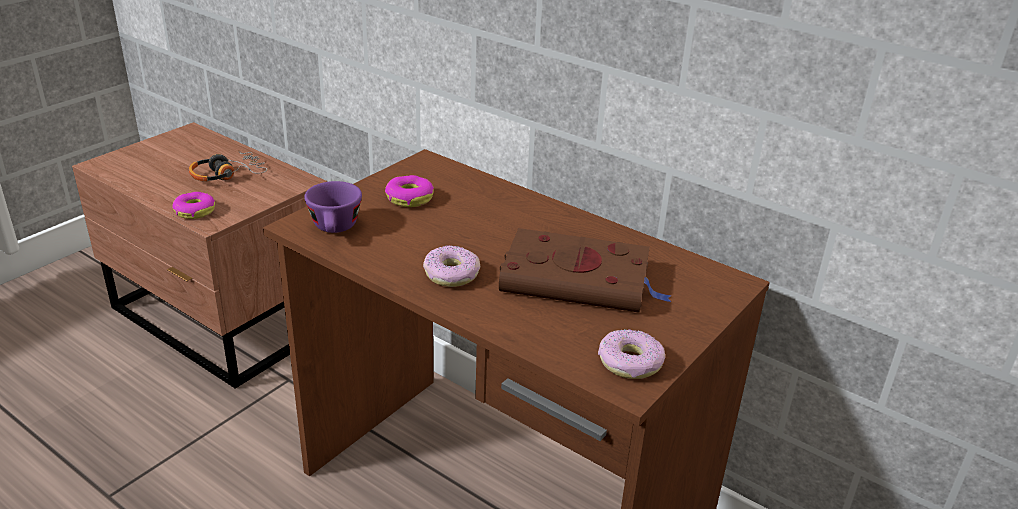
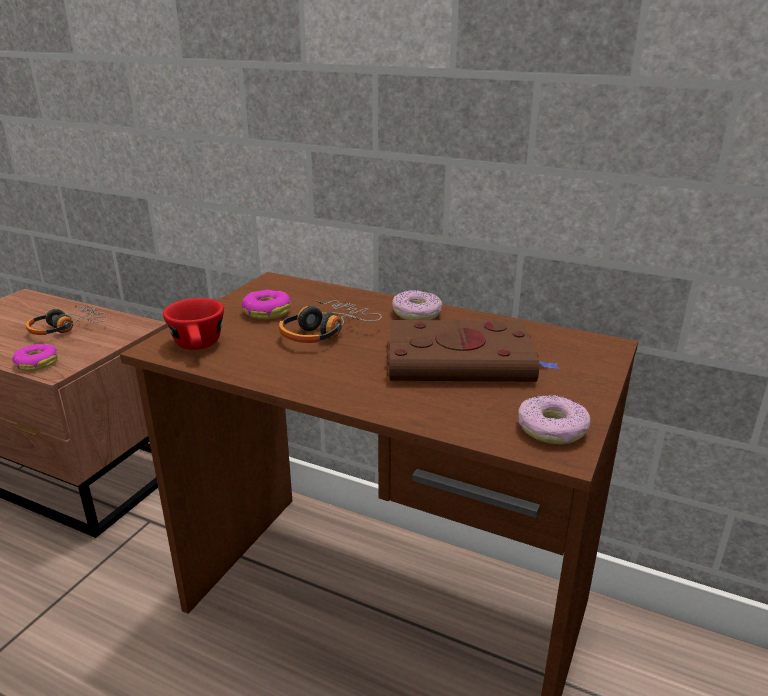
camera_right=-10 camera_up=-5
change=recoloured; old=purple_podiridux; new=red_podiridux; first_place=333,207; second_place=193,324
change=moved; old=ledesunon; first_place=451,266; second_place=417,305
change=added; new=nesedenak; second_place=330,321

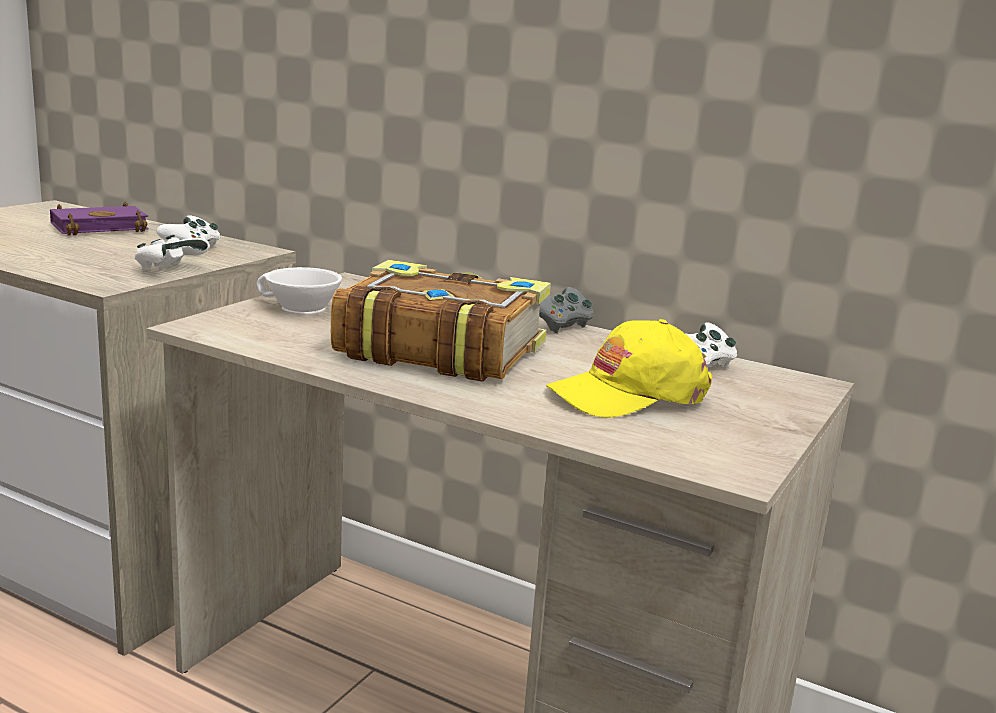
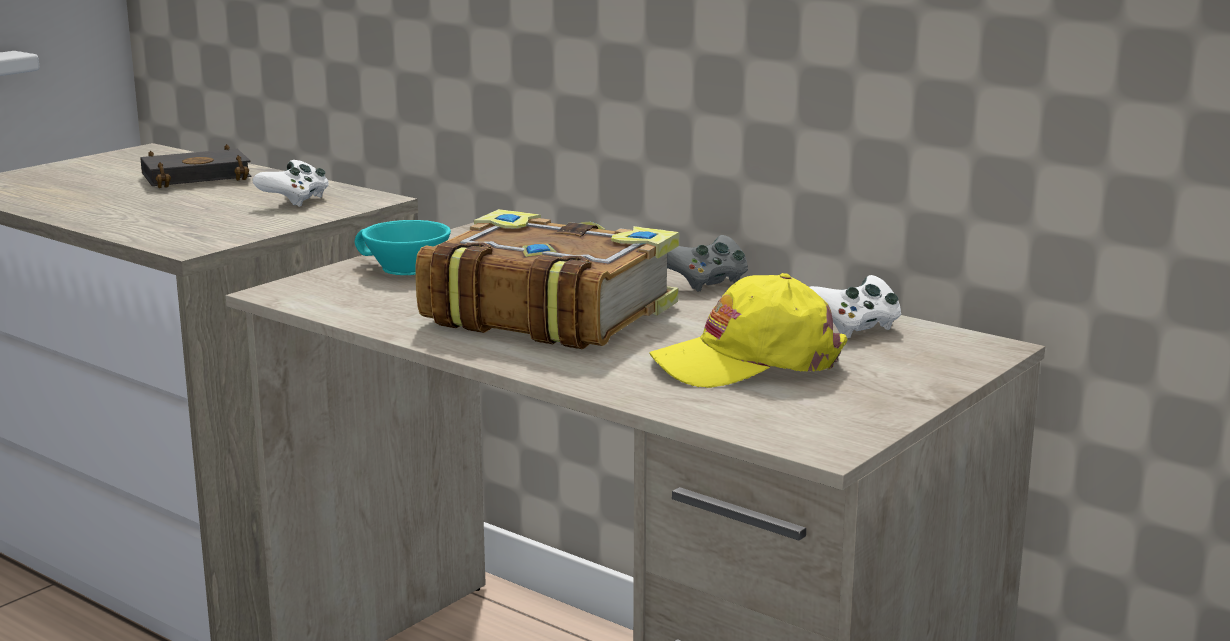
camera_right=10 camera_up=0
change=recoloured; old=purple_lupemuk; new=black_lupemuk; first_place=99,219; second_place=196,166
change=removed; old=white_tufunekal; first_place=172,252
change=recoloured; old=white_podiridux; new=turquoise_podiridux; first_place=299,290; second_place=403,247

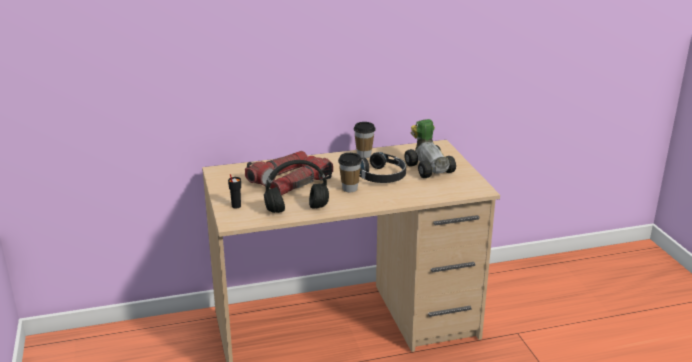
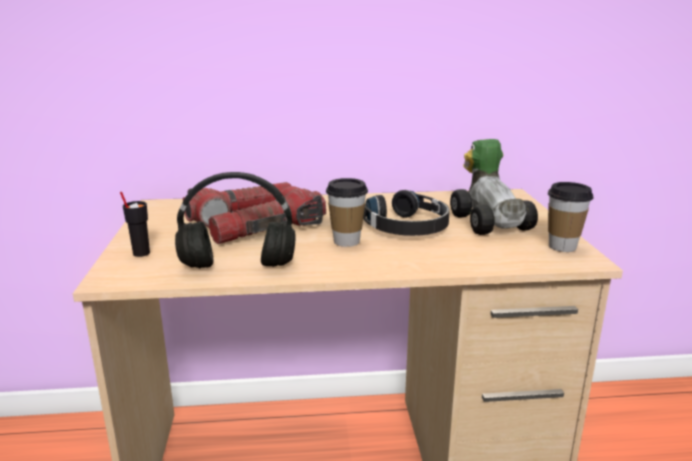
camera_right=10 camera_up=-5
change=moved; old=podiridux; first_place=365,140; second_place=570,217

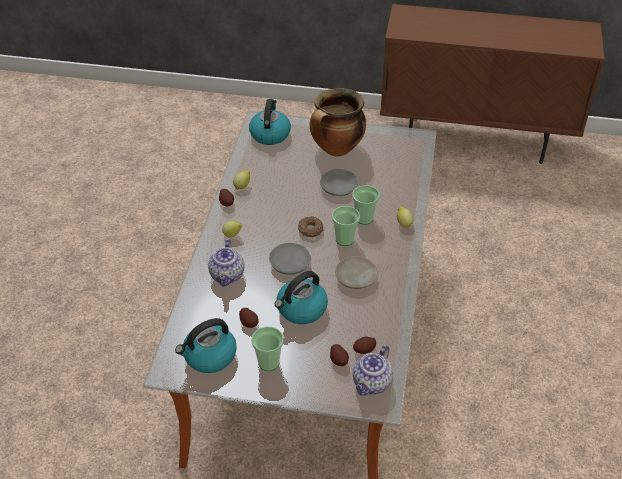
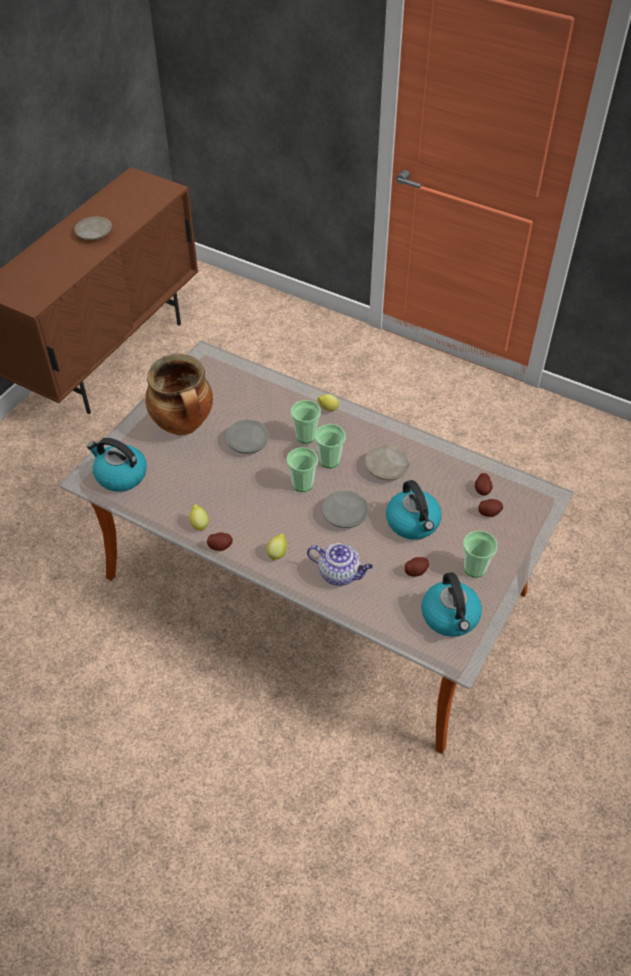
camera_right=-70 camera_up=5
change=replaced; old=ledesunon; new=podiridux; first_place=310,226; second_place=302,469
change=removed; old=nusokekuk; first_place=373,370
change=added; new=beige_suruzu; second_place=93,228

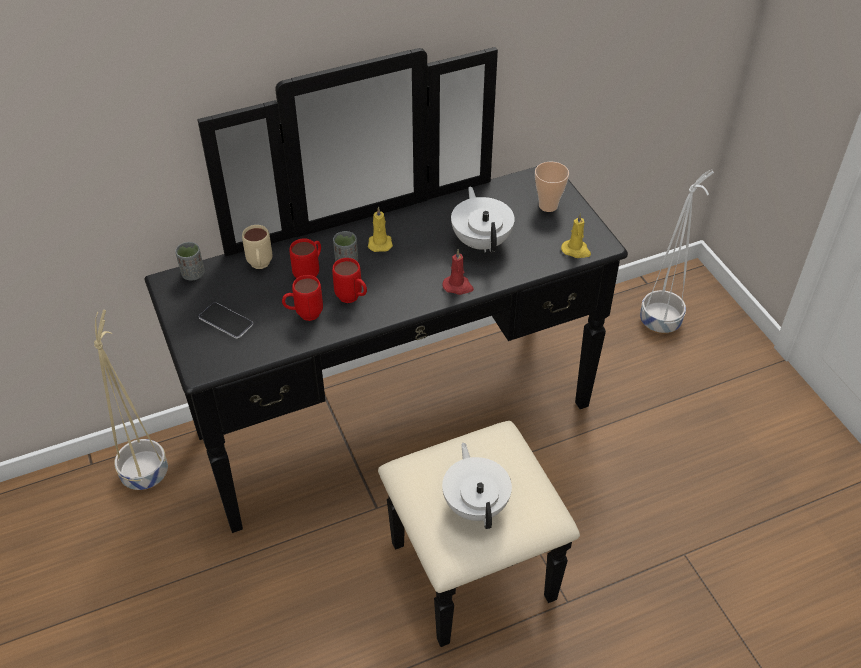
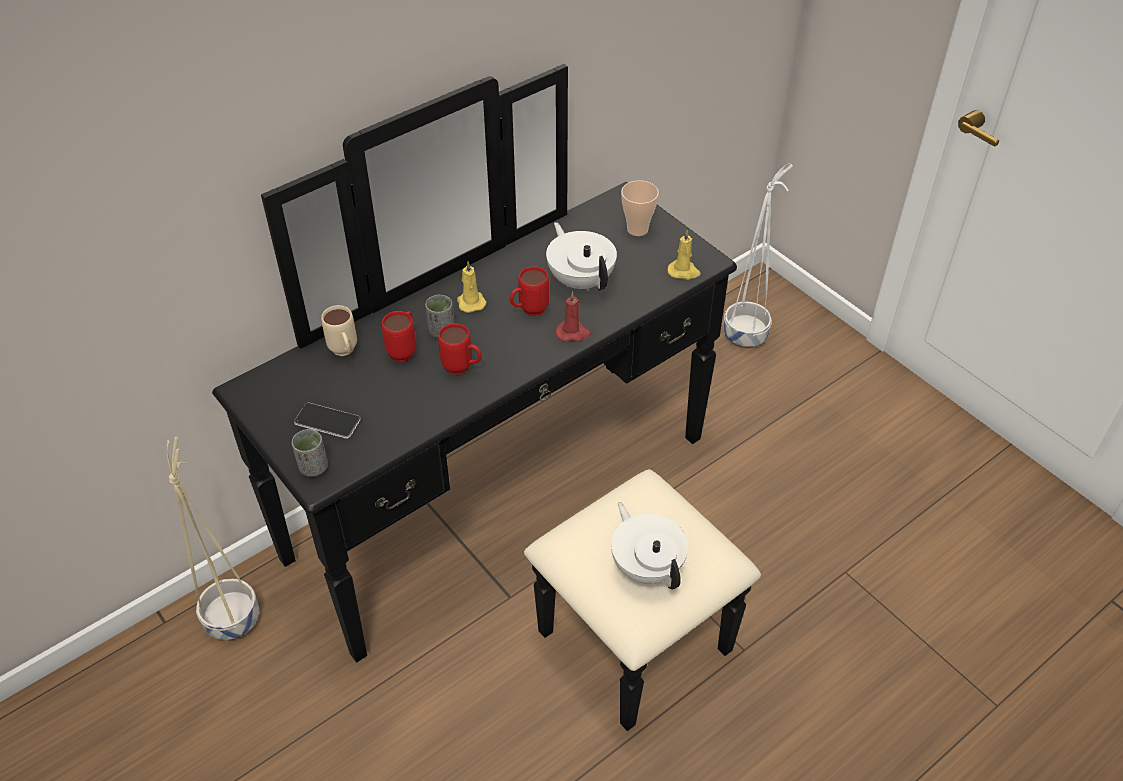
camera_right=-15 camera_up=0
change=moved; old=grey_podiridux; first_place=190,261; second_place=310,453
change=moved; old=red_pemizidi; first_place=302,298; second_place=529,291

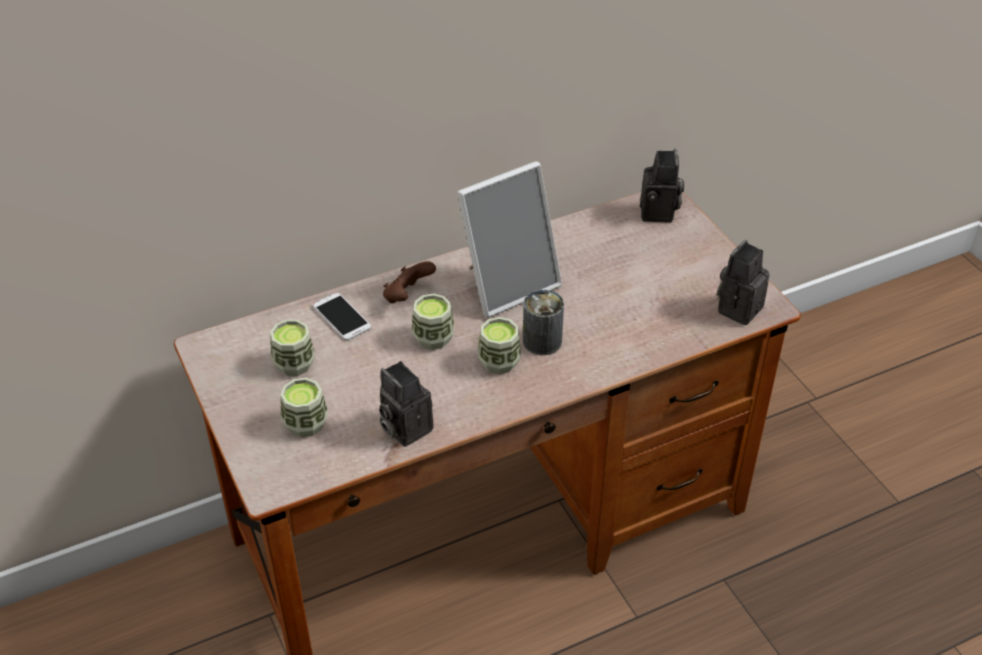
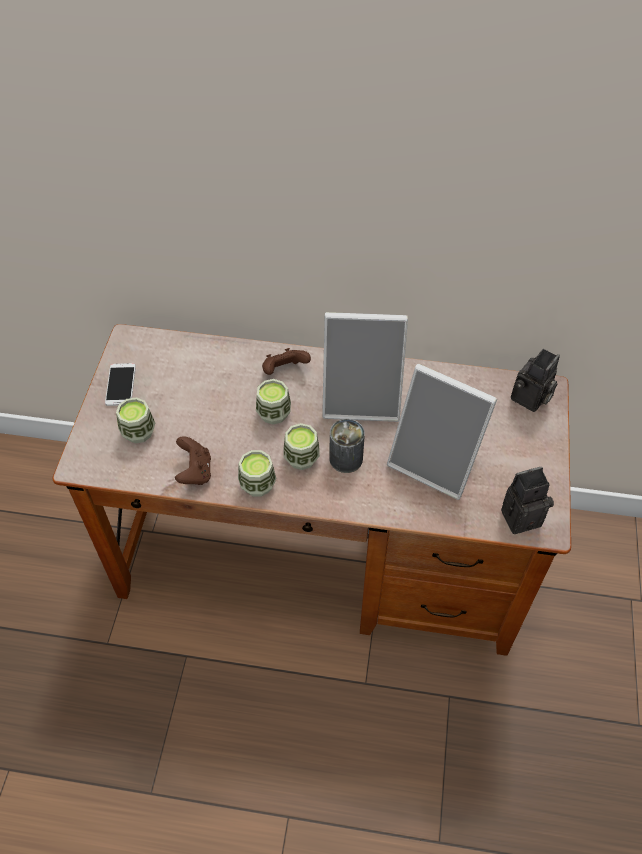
camera_right=35 camera_up=10
change=moved; old=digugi; first_place=342,317; second_place=120,384
change=moved; old=podiridux; first_place=293,347; second_place=257,473
change=replaced; old=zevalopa; new=brown_tufunekal; first_place=406,404; second_place=193,460
change=added; new=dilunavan; second_place=442,432

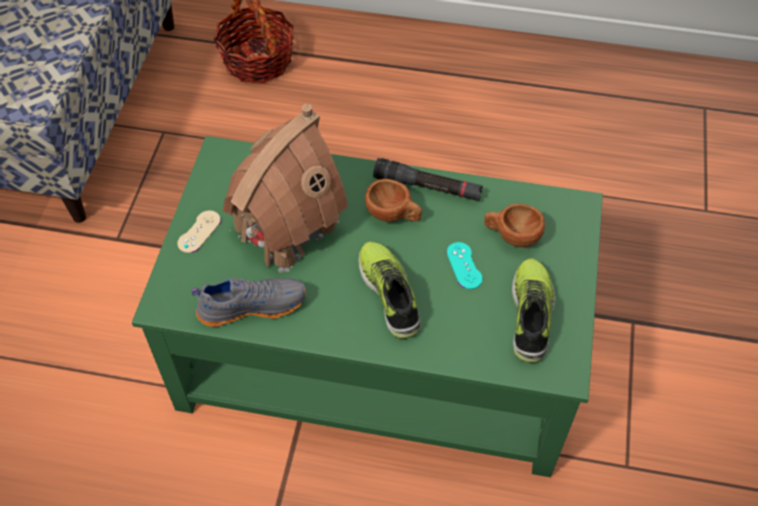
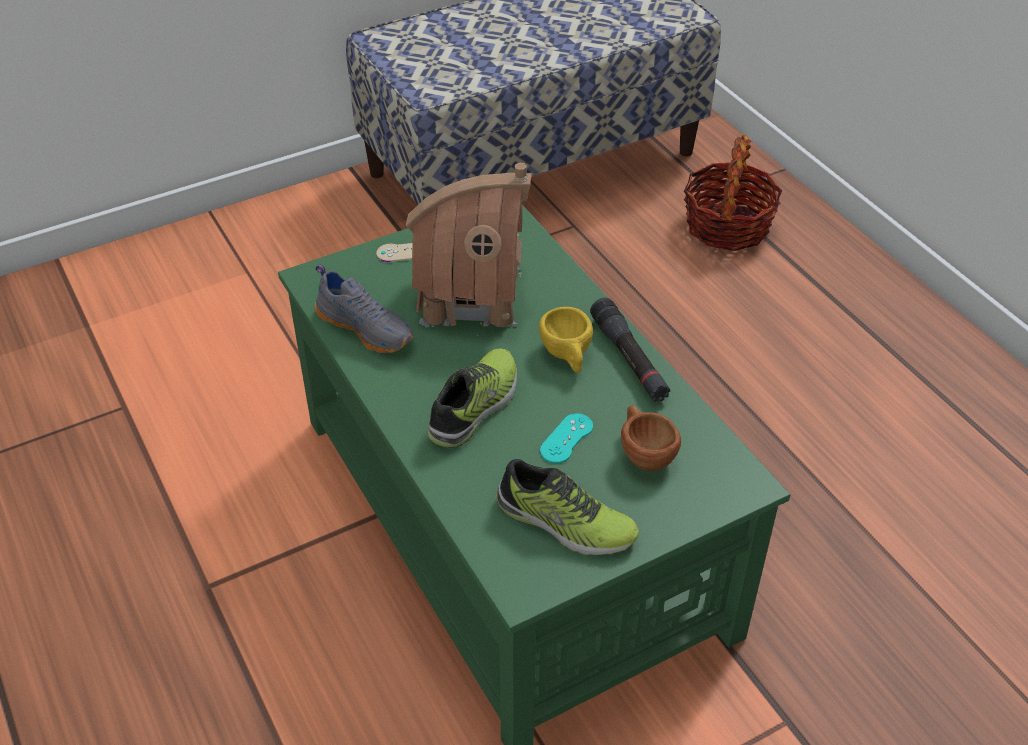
camera_right=50 camera_up=-10
change=recoloured; old=brown_podiridux; new=yellow_podiridux; first_place=393,200; second_place=566,340
change=turned; old=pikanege; first_place=533,310; second_place=567,507; degrees=60

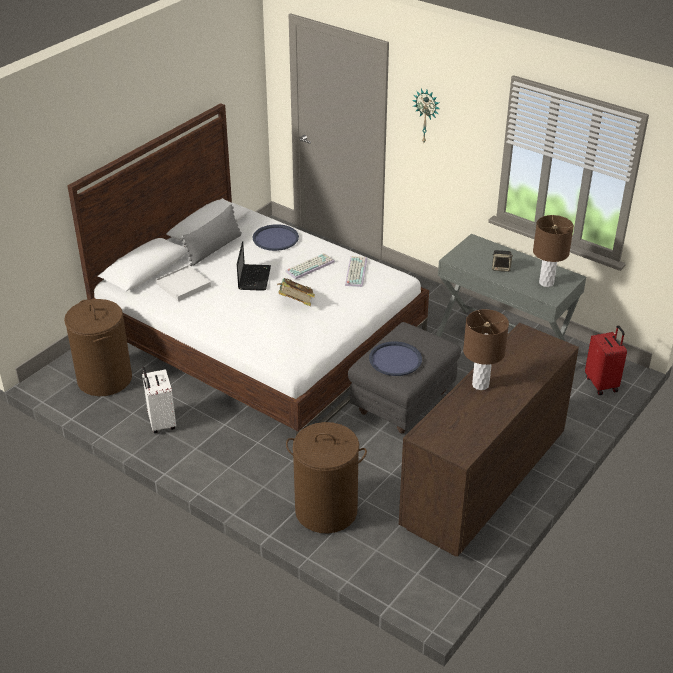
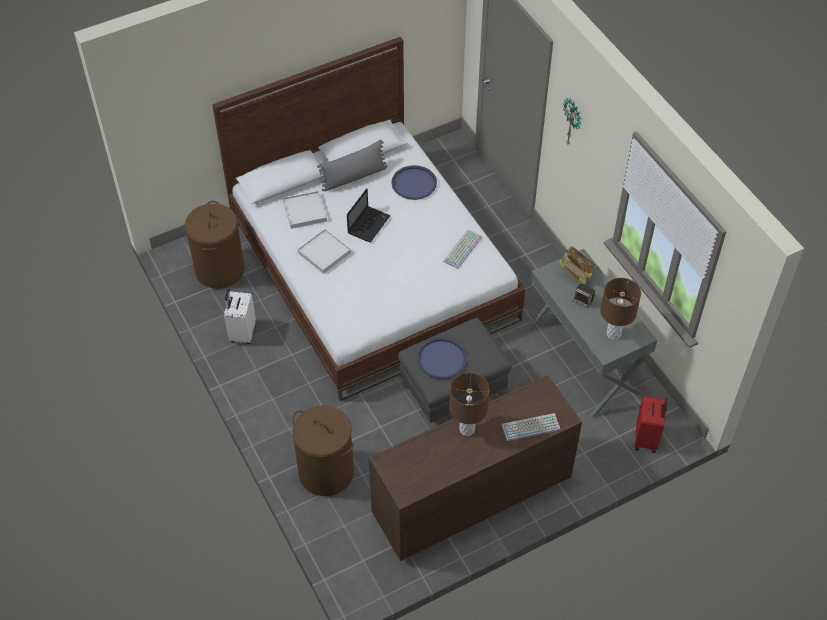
camera_right=25 camera_up=15
change=moved; old=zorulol; first_place=310,266; second_place=531,427
change=moved; old=lupemuk; first_place=296,292; second_place=576,265
change=added; new=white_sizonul; second_place=324,251

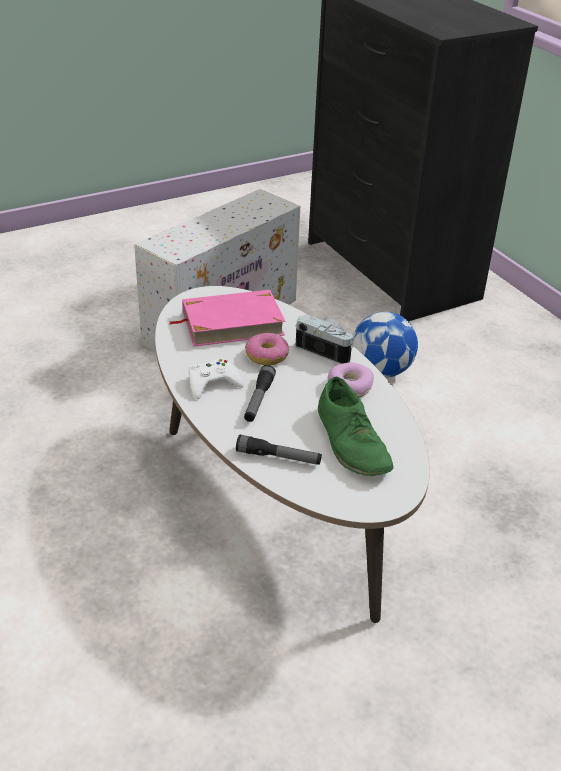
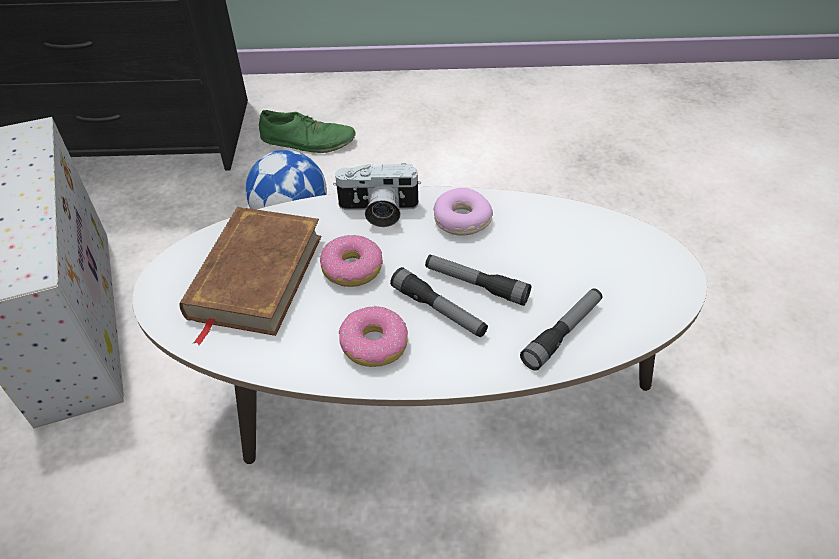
camera_right=-60 camera_up=10
change=recoloured; old=pink_lupemuk; new=brown_lupemuk; first_place=227,318; second_place=250,276
change=turned; old=zevalopa; first_place=324,339; second_place=377,195; degrees=-150
change=replaced; old=white_tufunekal; new=ledesunon; first_place=216,378; second_place=373,336
change=moved; old=green_pikanege; first_place=356,426; second_place=307,131
change=added; new=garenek; second_place=478,280

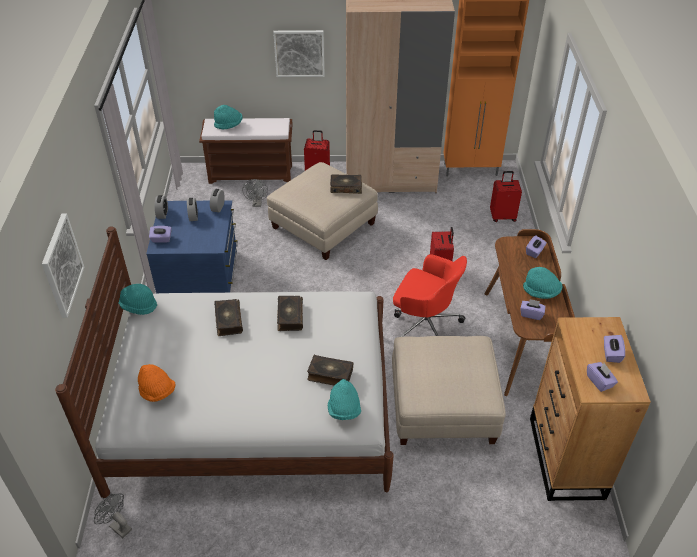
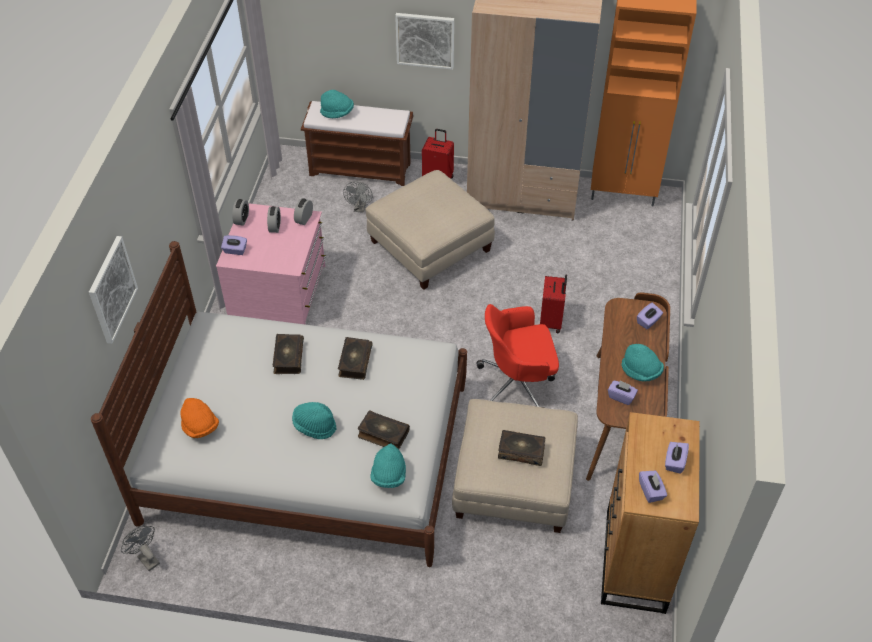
camera_right=10 camera_up=5
change=removed; old=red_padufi; first_place=506,196
change=moved; old=lupemuk; first_place=346,184; second_place=521,448
change=recoloured; old=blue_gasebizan; new=pink_gasebizan; first_place=192,246; second_place=271,264
change=turned; old=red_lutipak; first_place=430,295; second_place=517,356; degrees=135
change=moved; old=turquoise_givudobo; first_place=137,299; second_place=314,420

